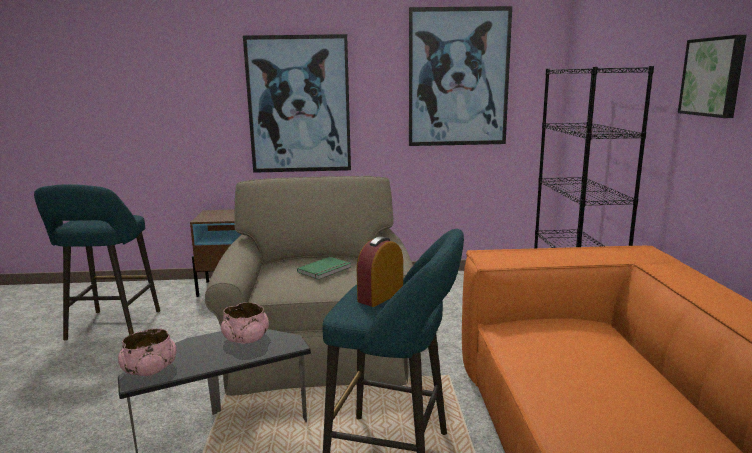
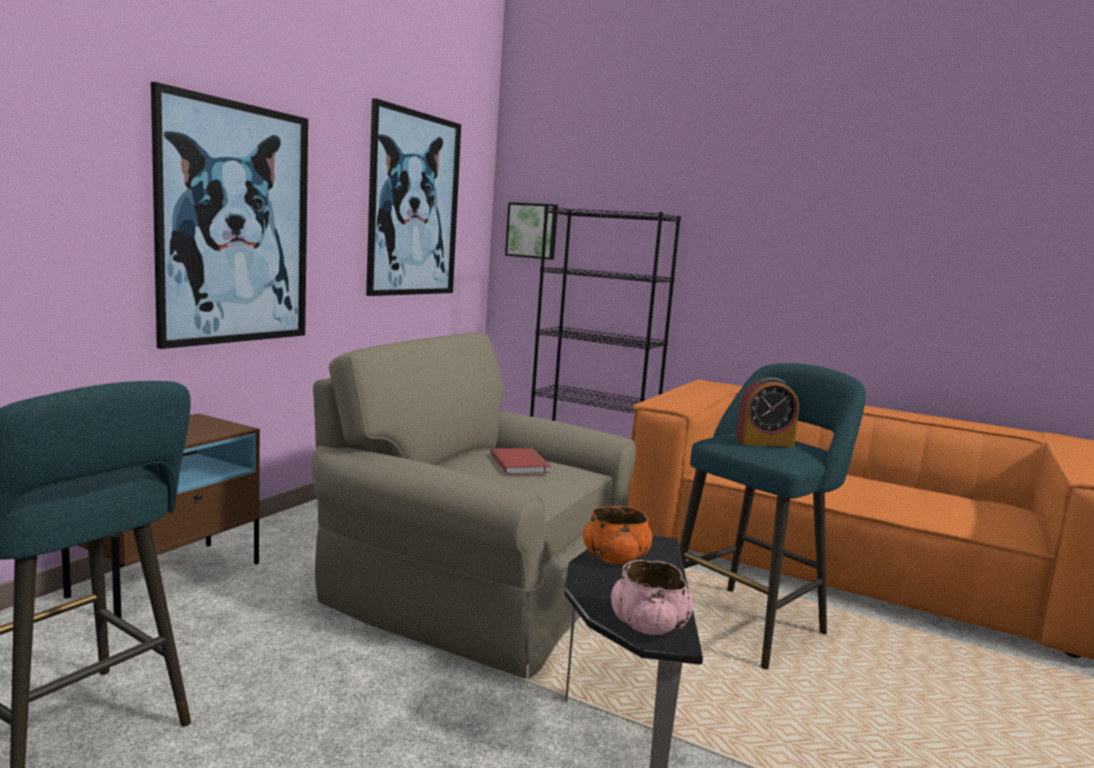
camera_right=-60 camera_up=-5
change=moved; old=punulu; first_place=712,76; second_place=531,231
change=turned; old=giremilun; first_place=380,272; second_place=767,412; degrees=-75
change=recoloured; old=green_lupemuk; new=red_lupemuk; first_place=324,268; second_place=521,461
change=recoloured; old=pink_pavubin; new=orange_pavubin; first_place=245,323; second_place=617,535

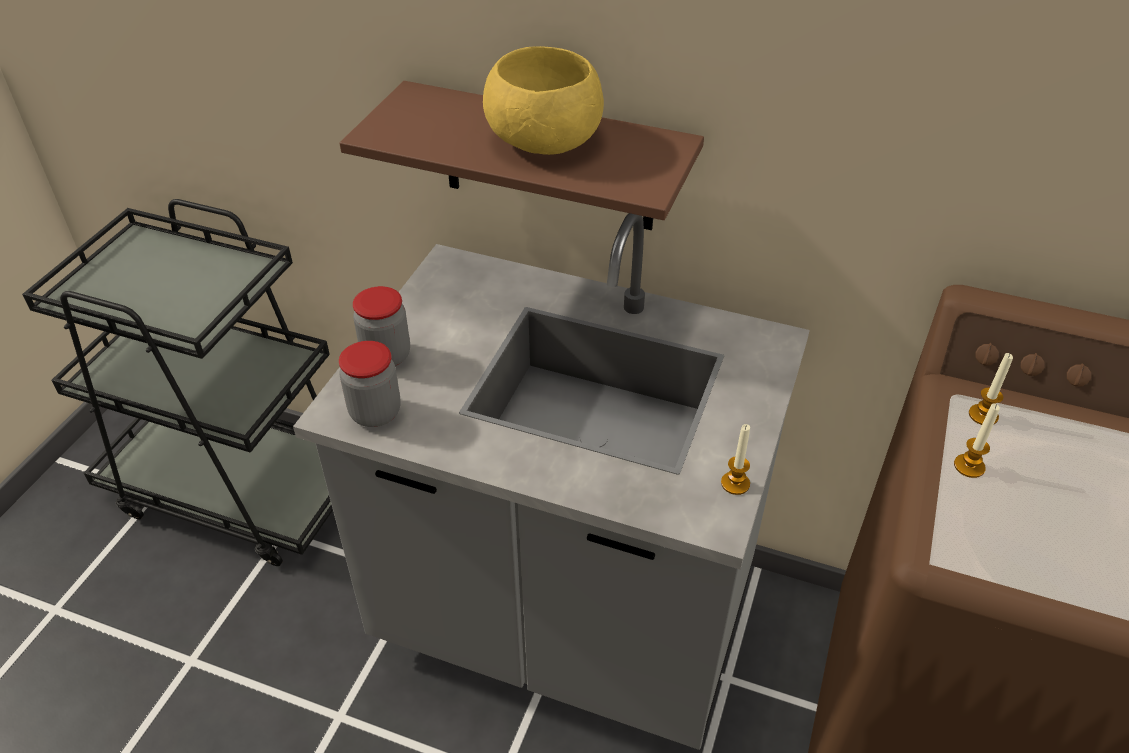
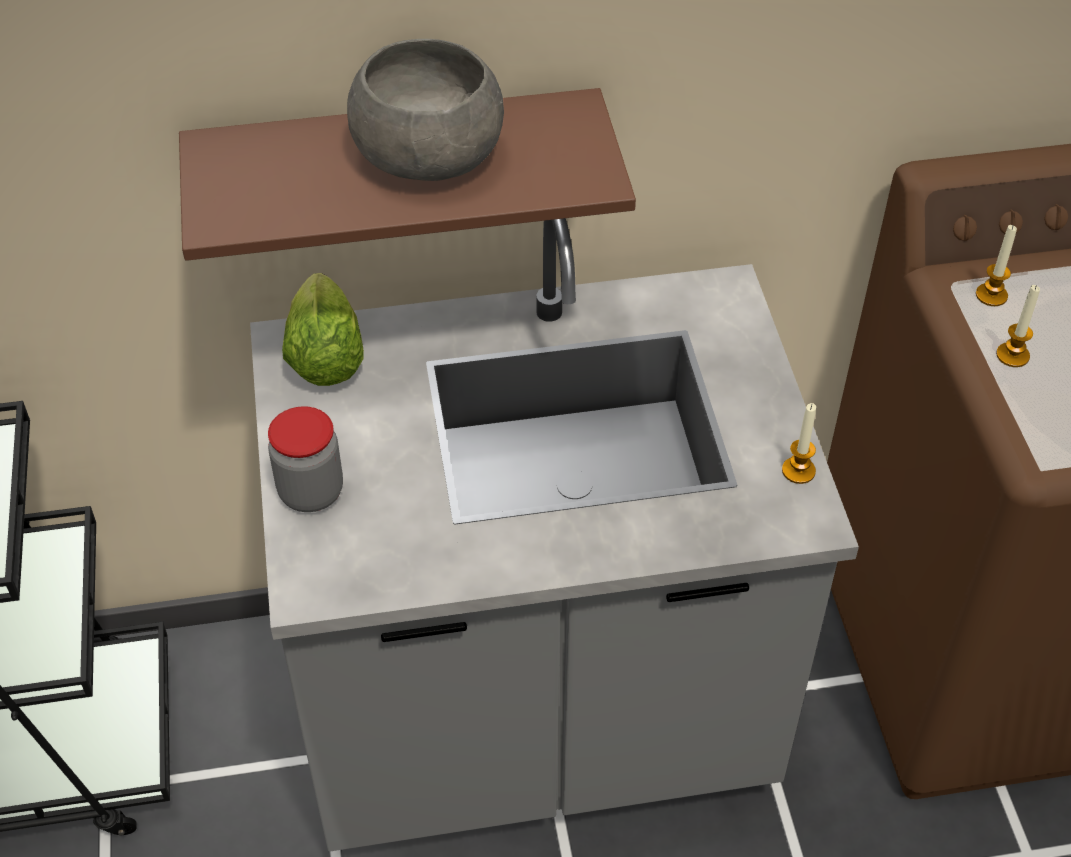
camera_right=-30 camera_up=5
change=recoloured; old=yellow_pavubin; new=grey_pavubin; first_place=543,100; second_place=425,110
change=removed; old=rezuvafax; first_place=370,384
change=added; new=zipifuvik; second_place=323,329

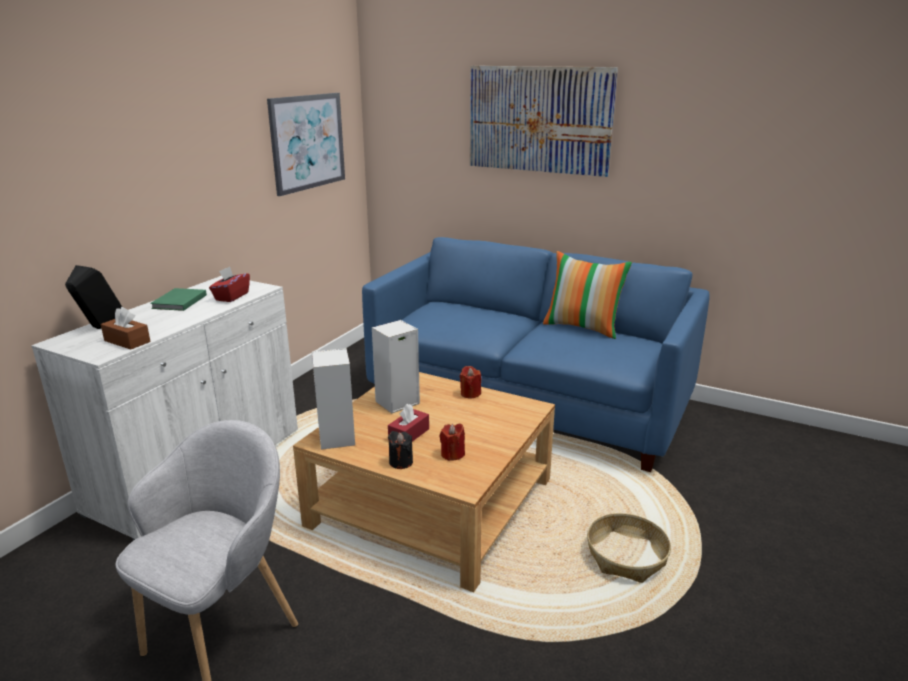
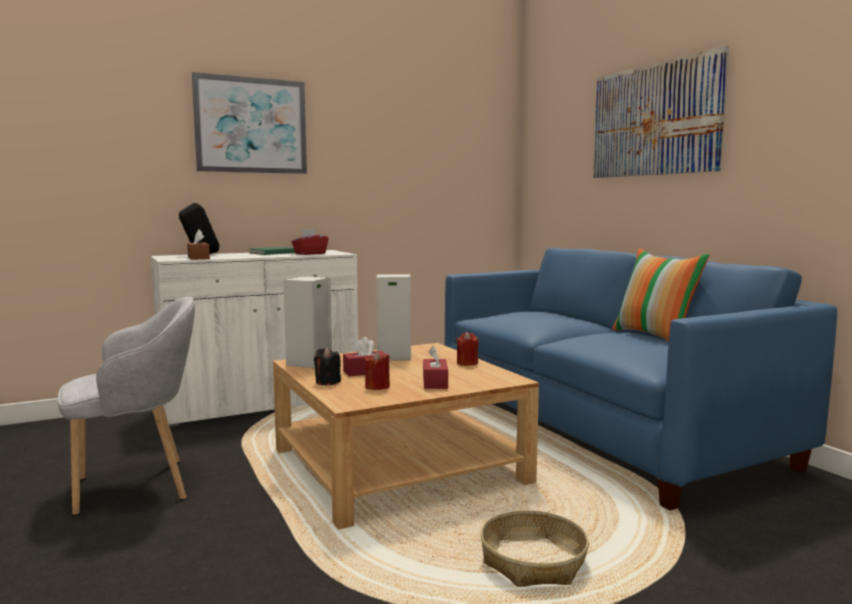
camera_right=35 camera_up=-15
change=moved; old=punulu; first_place=306,144; second_place=249,123
change=added; new=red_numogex; second_place=435,367

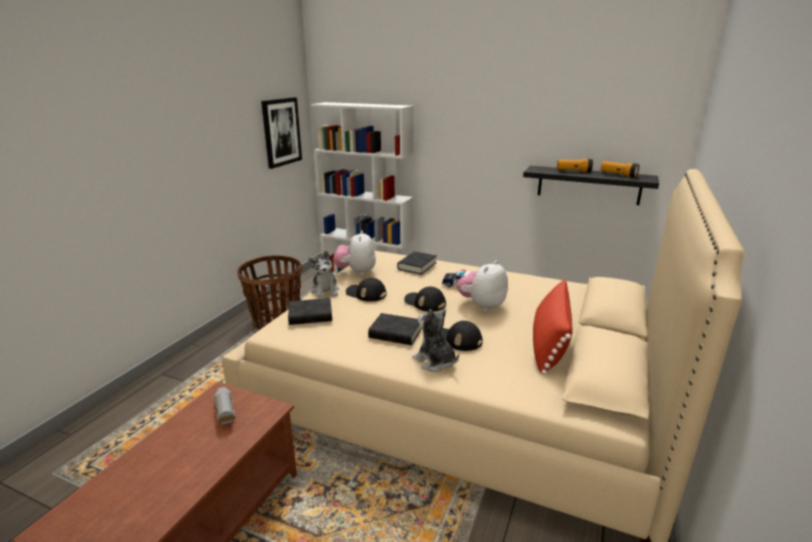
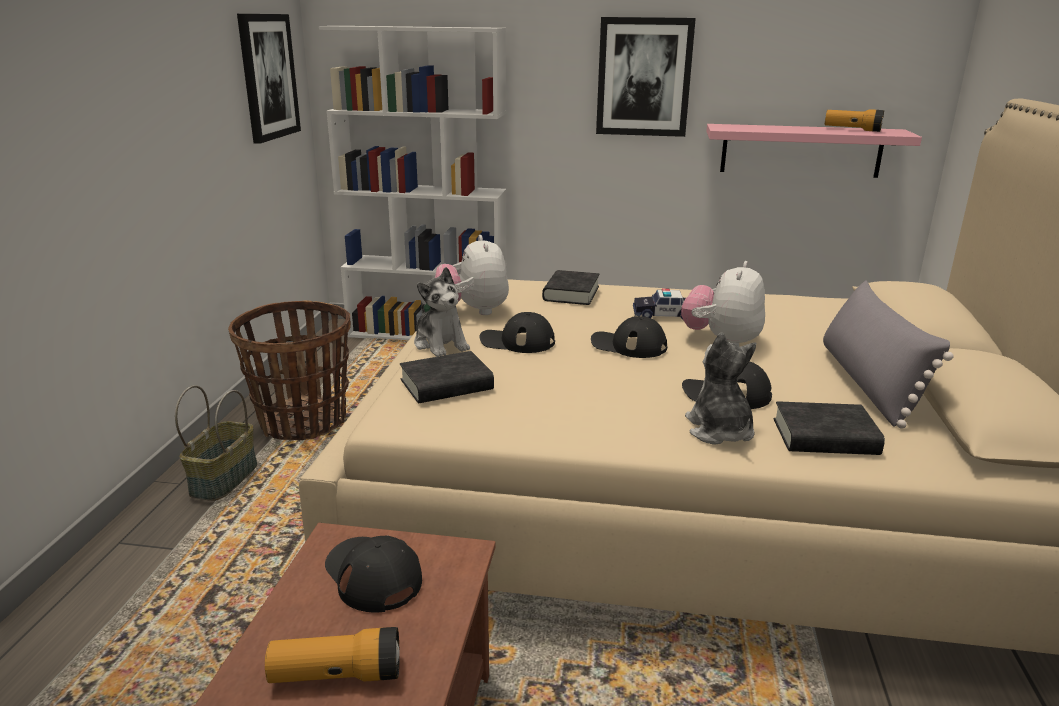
camera_right=-15 camera_up=0
change=moved; old=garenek; first_place=575,165; second_place=332,655
change=recoloured; old=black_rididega; new=pink_rididega; first_place=591,185; second_place=814,151
change=recoloured; old=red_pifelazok; new=grey_pifelazok; first_place=553,327; second_place=888,354
change=turned; old=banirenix; first_place=435,340; second_place=720,388; degrees=45
change=moved; old=black_lupemuk; first_place=395,329; second_place=829,428
change=replaced; old=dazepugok; new=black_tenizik; first_place=224,406; second_place=373,573
change=added; new=punulu; second_place=646,77
change=added; new=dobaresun; second_place=216,443

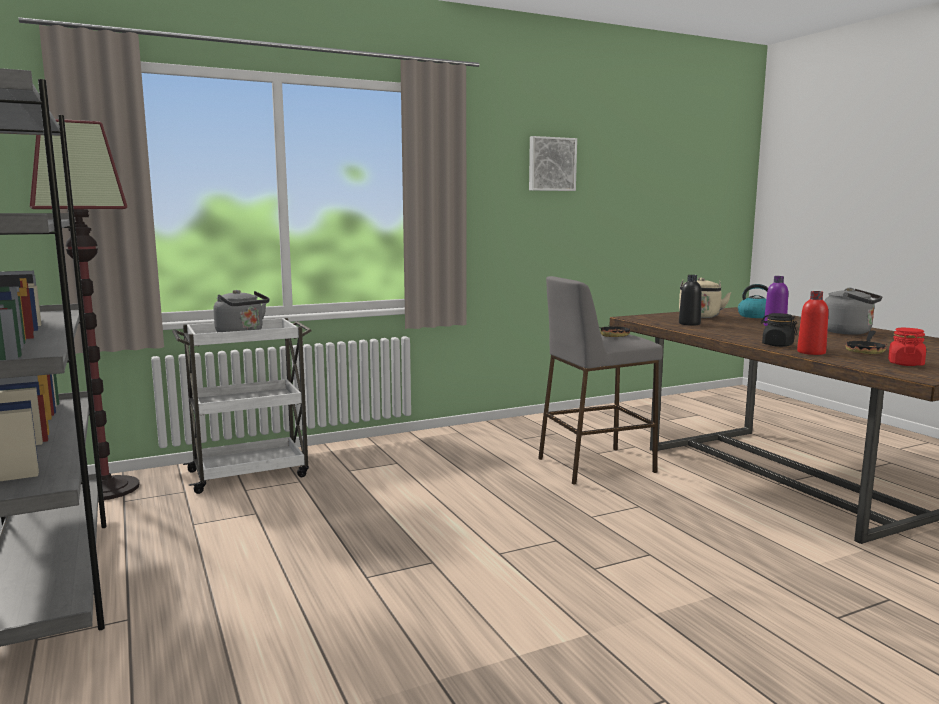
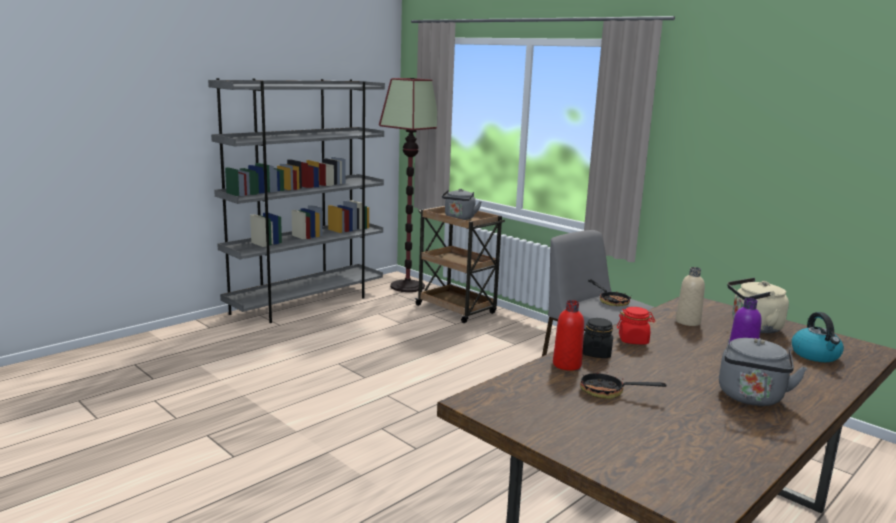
camera_right=70 camera_up=5
change=removed; old=punulu; first_place=553,163
change=recoloured; old=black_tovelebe; new=beige_tovelebe; first_place=690,300; second_place=690,296
change=recoloured; old=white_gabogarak; new=brown_gabogarak; first_place=242,406; second_place=459,264
change=moved; old=red_rezuvafax; first_place=907,347; second_place=636,325

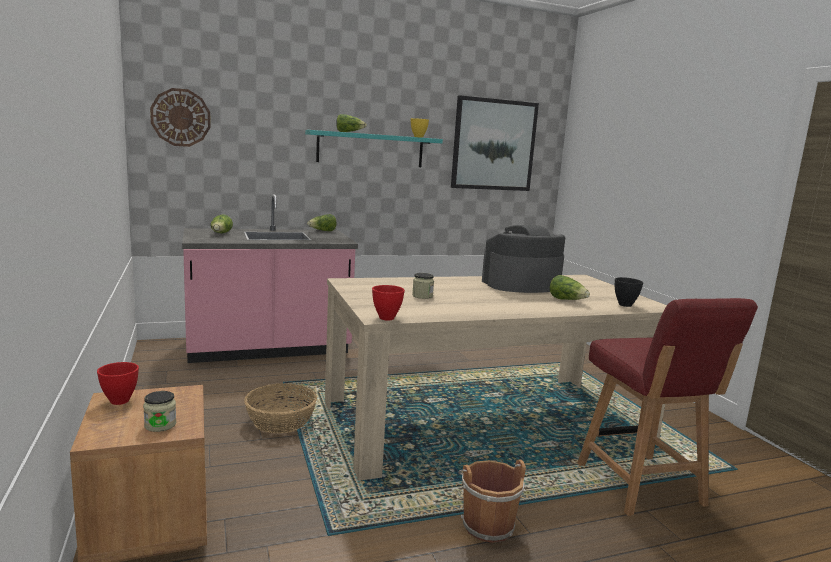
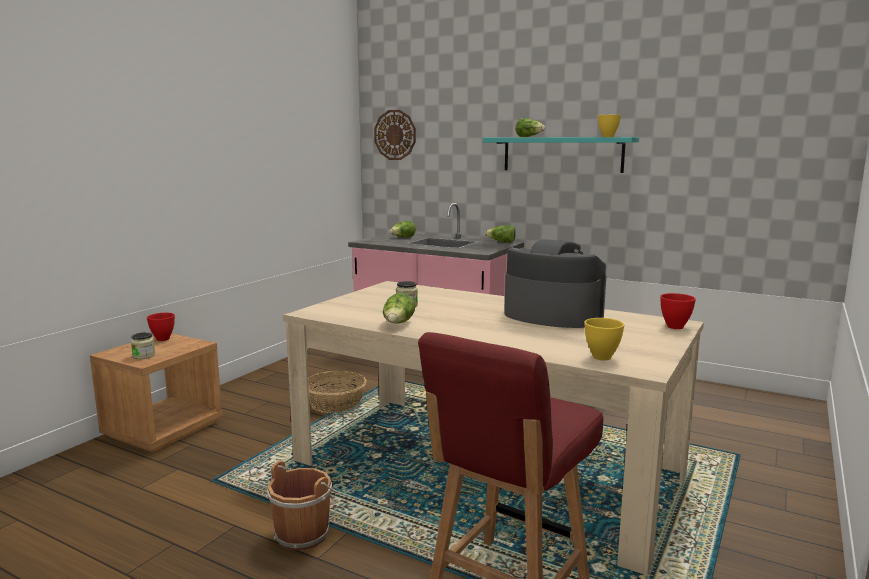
camera_right=50 camera_up=0
change=removed; old=punulu; first_place=495,143
change=moved; old=zipifuvik; first_place=570,287; second_place=399,308
change=recoloured; old=black_pavubin; new=yellow_pavubin; first_place=629,292; second_place=604,339
change=moved; old=red_pavubin; first_place=388,303; second_place=678,311

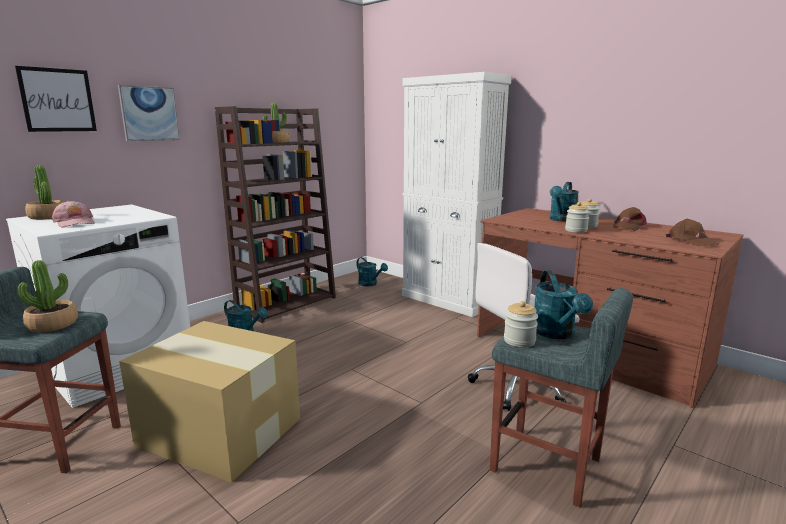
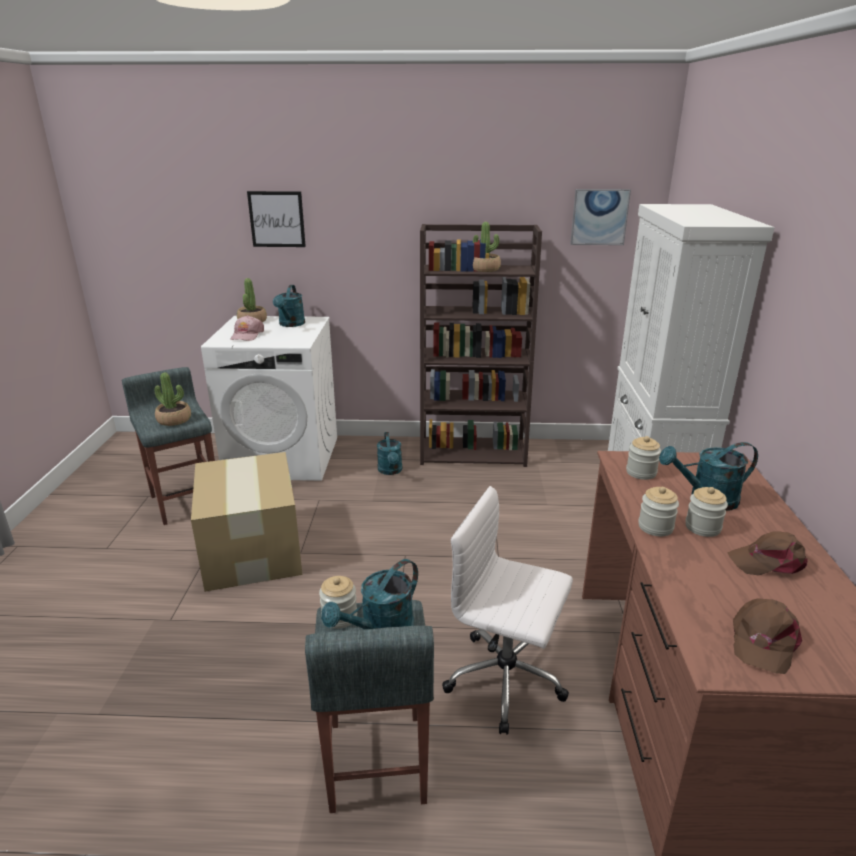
camera_right=50 camera_up=10
change=moved; old=punulu; first_place=149,113; second_place=600,217
change=moved; old=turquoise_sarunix; first_place=372,271; second_place=289,306
change=added; new=rezuvafax; second_place=643,458

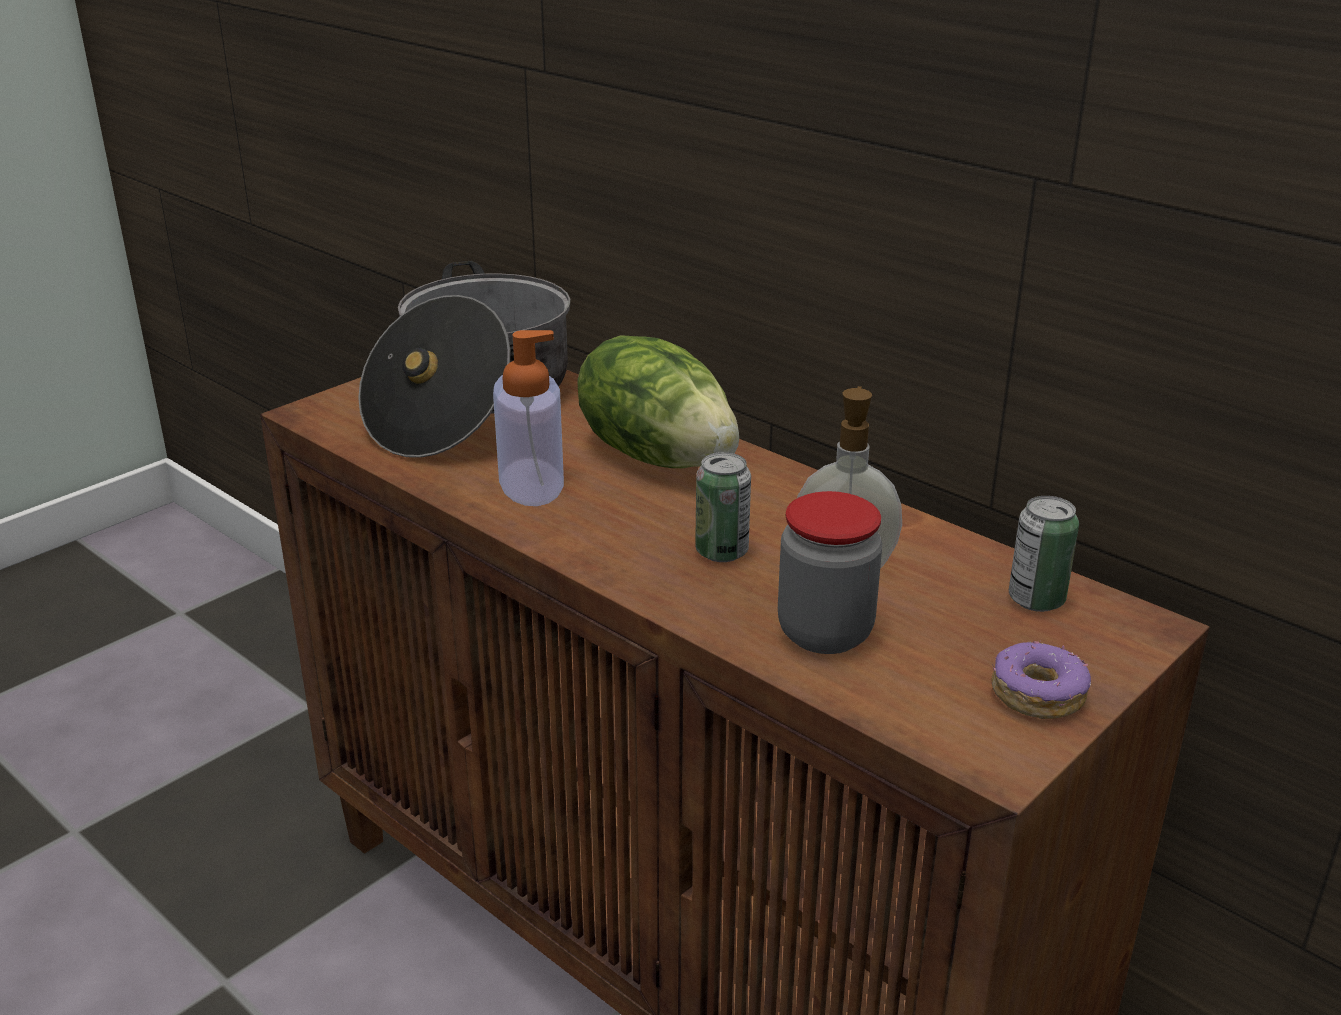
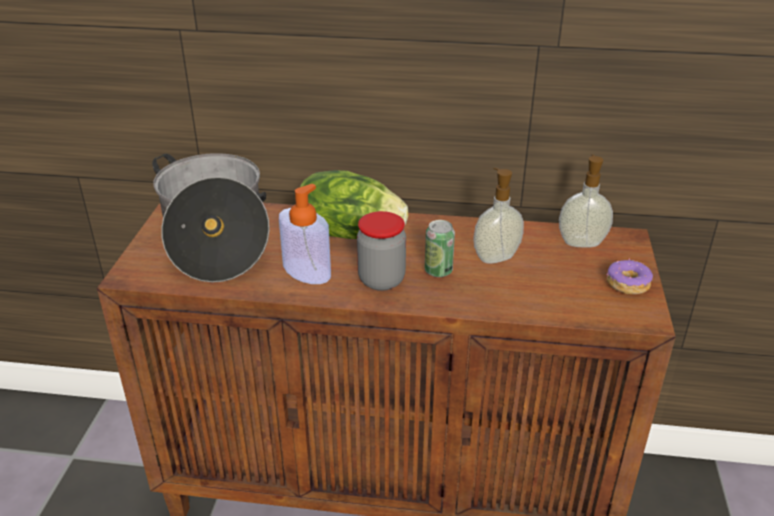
camera_right=-35 camera_up=5
change=moved; old=rezuvafax; first_place=830,572; second_place=381,251
change=replaced; old=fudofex; new=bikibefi; first_place=1044,554; second_place=586,201

